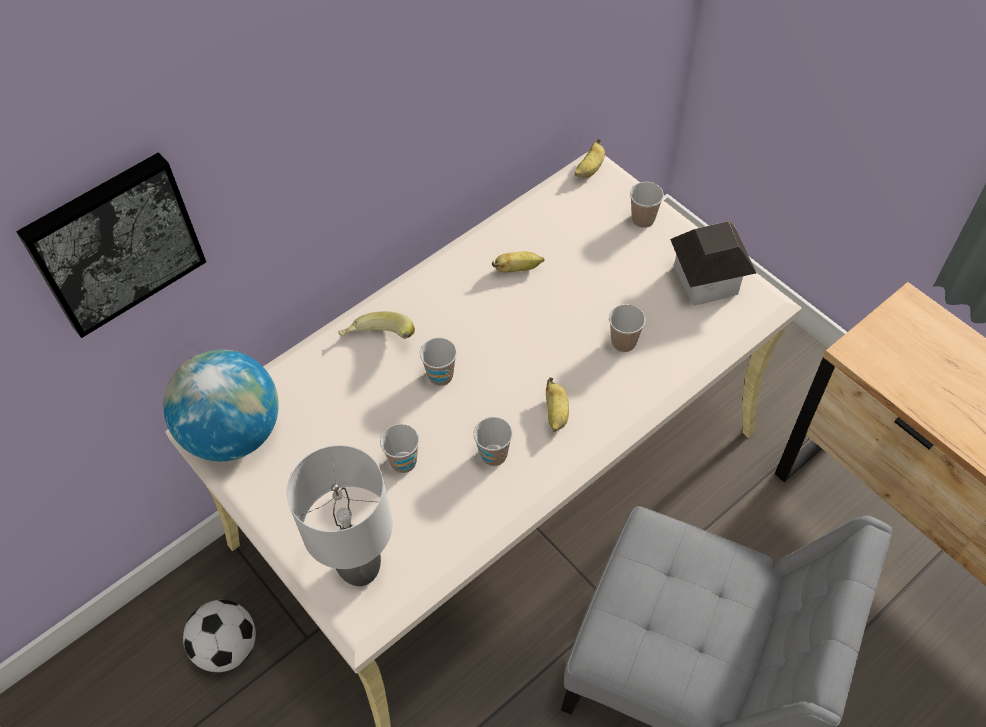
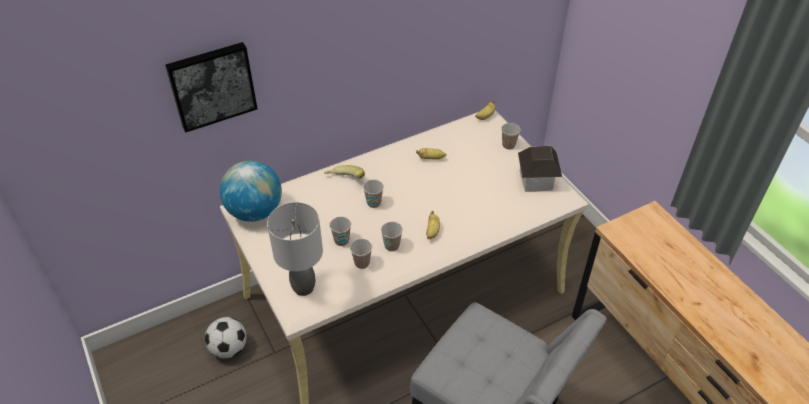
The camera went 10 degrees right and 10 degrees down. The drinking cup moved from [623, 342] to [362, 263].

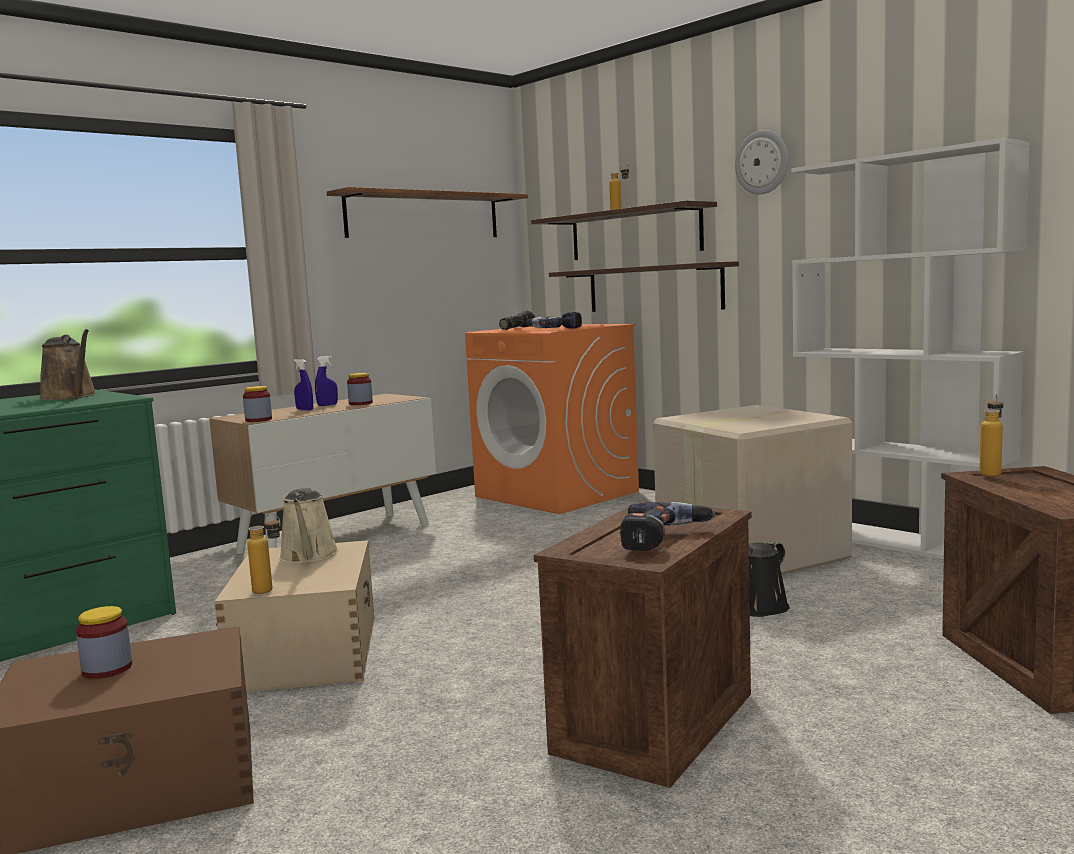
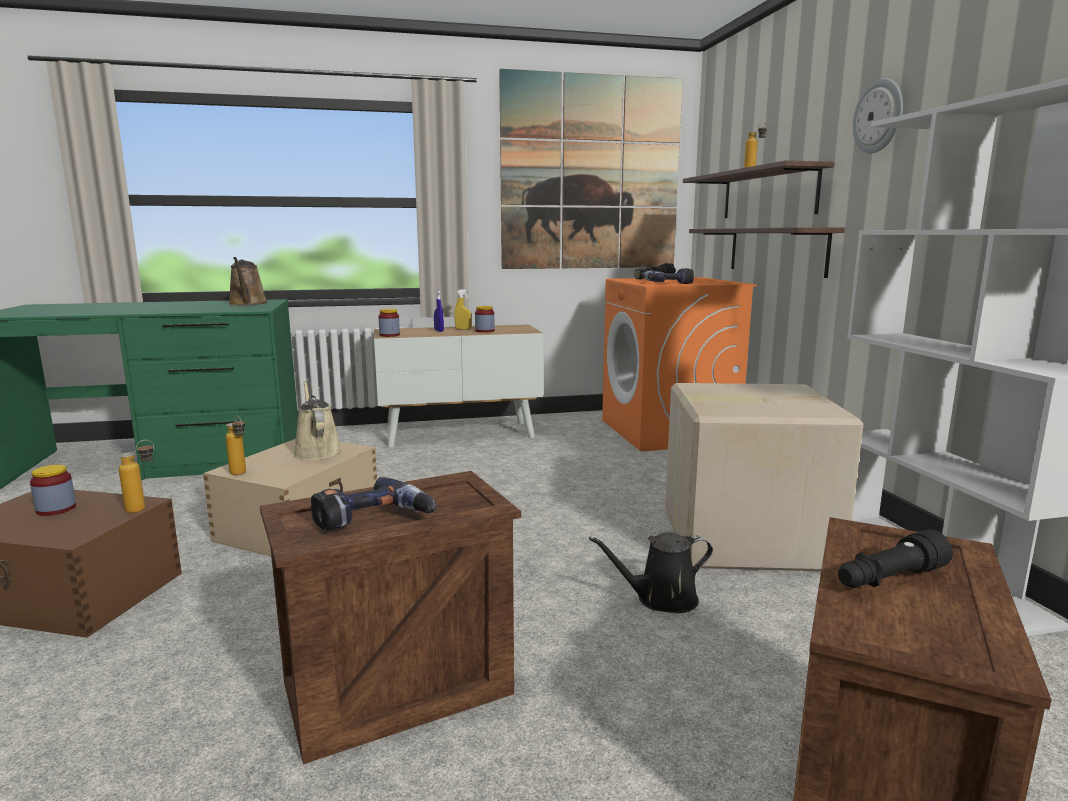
The camera went 30 degrees right and 5 degrees up. The blackish flashlight at [889, 579] appeared. The bottle moved from [991, 473] to [144, 509]. The shelf at [424, 216] was replaced by the picture at [591, 174]. The blue spray bottle at [327, 405] became the yellow-coloured spray bottle at [463, 329]. The beige watering can at [308, 556] turned 135 degrees clockwise.

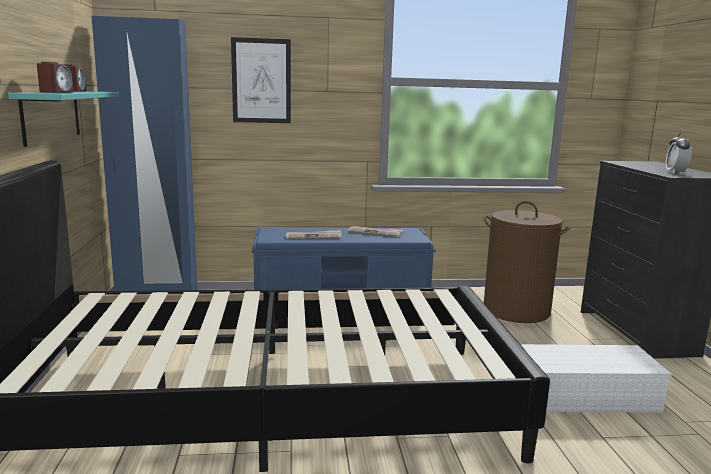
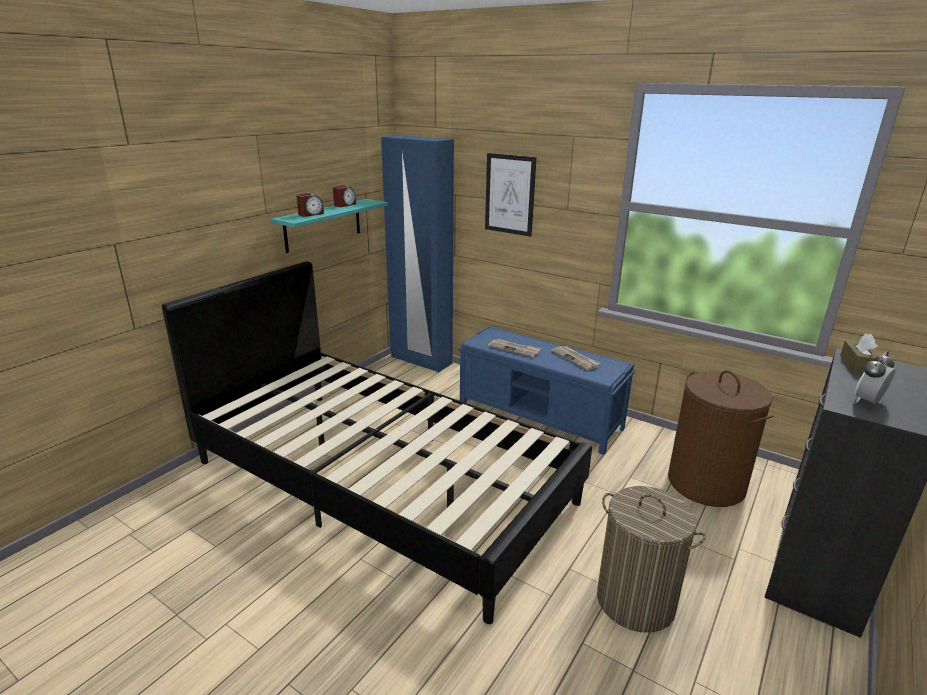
The camera went 40 degrees right and 10 degrees up. The brown-coloured tissue holder at [858, 365] appeared. The white storage container at [588, 395] was replaced by the laundry basket at [635, 601].

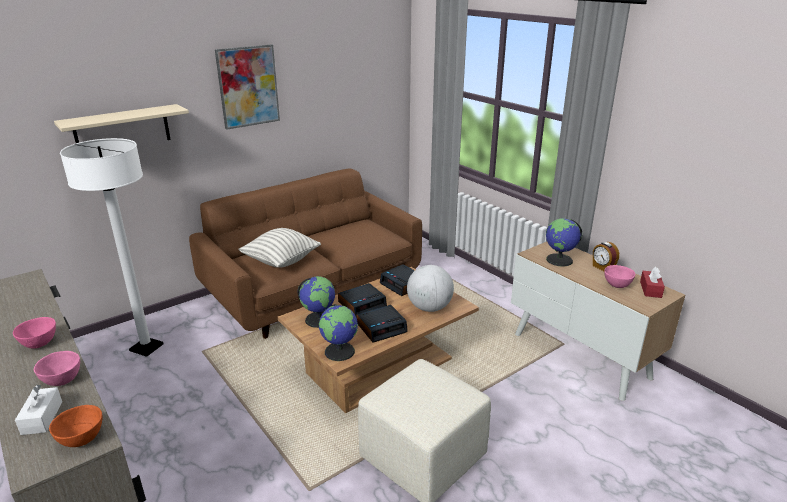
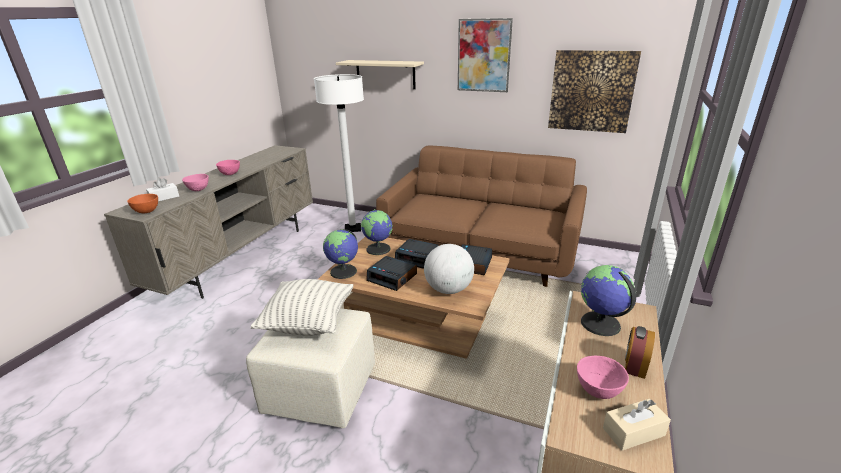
The camera went 60 degrees right and 0 degrees up. The picture at [591, 91] appeared. The pillow moved from [281, 261] to [308, 323]. The red-coloured tissue holder at [650, 289] became the beige tissue holder at [633, 431].

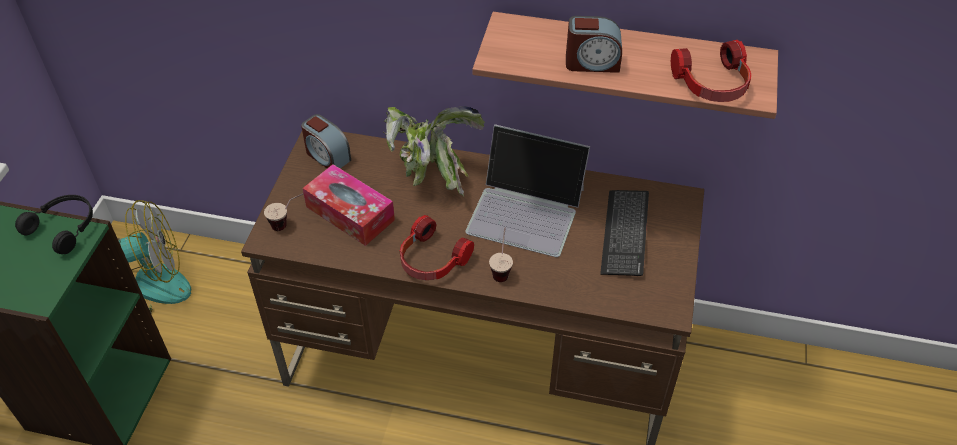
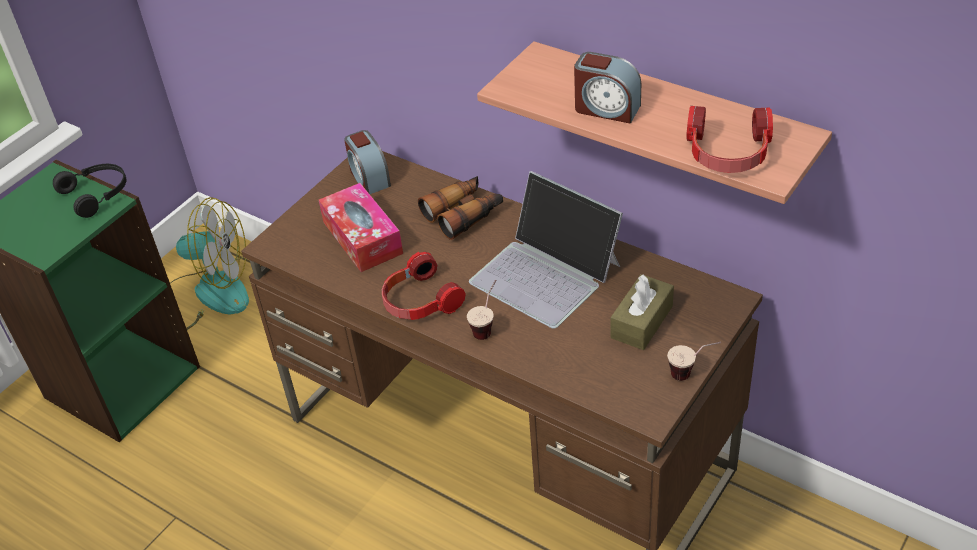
The camera went 25 degrees right and 5 degrees down. The drinking cup moved from [288, 223] to [692, 374]. The plant in a pot at [430, 172] was replaced by the field glasses at [464, 214]. The keyboard at [624, 234] was replaced by the brown-coloured tissue holder at [641, 322].

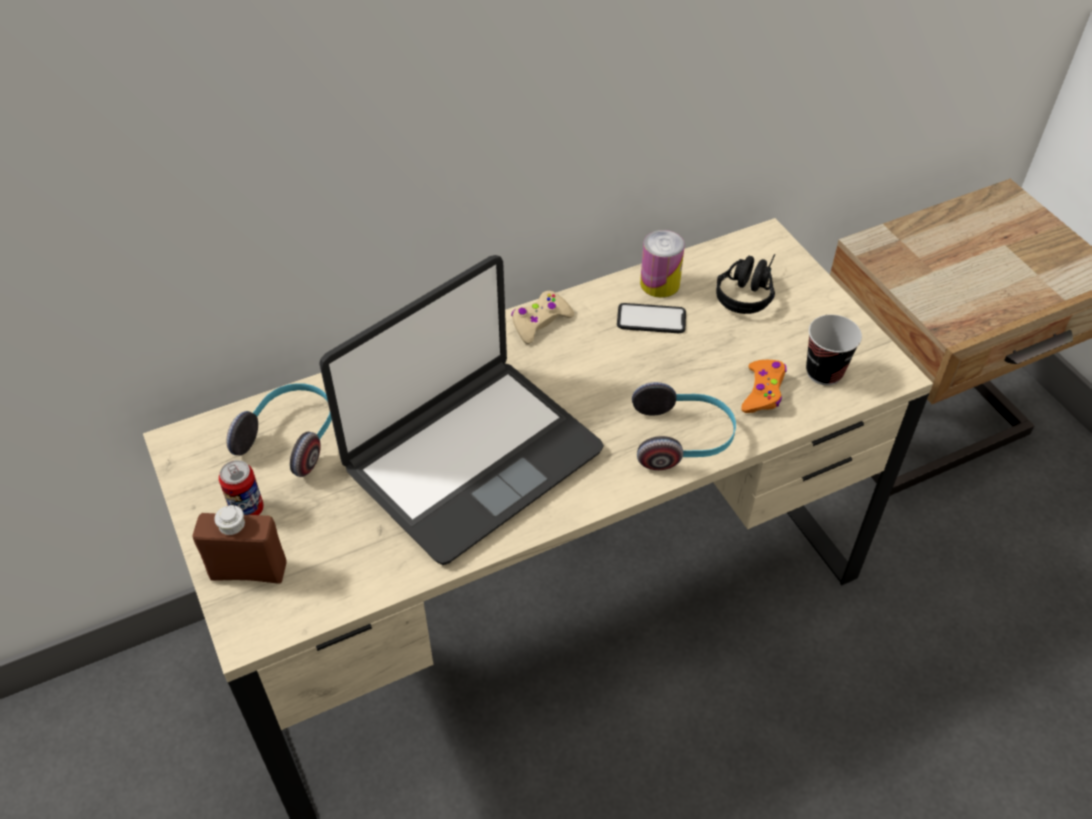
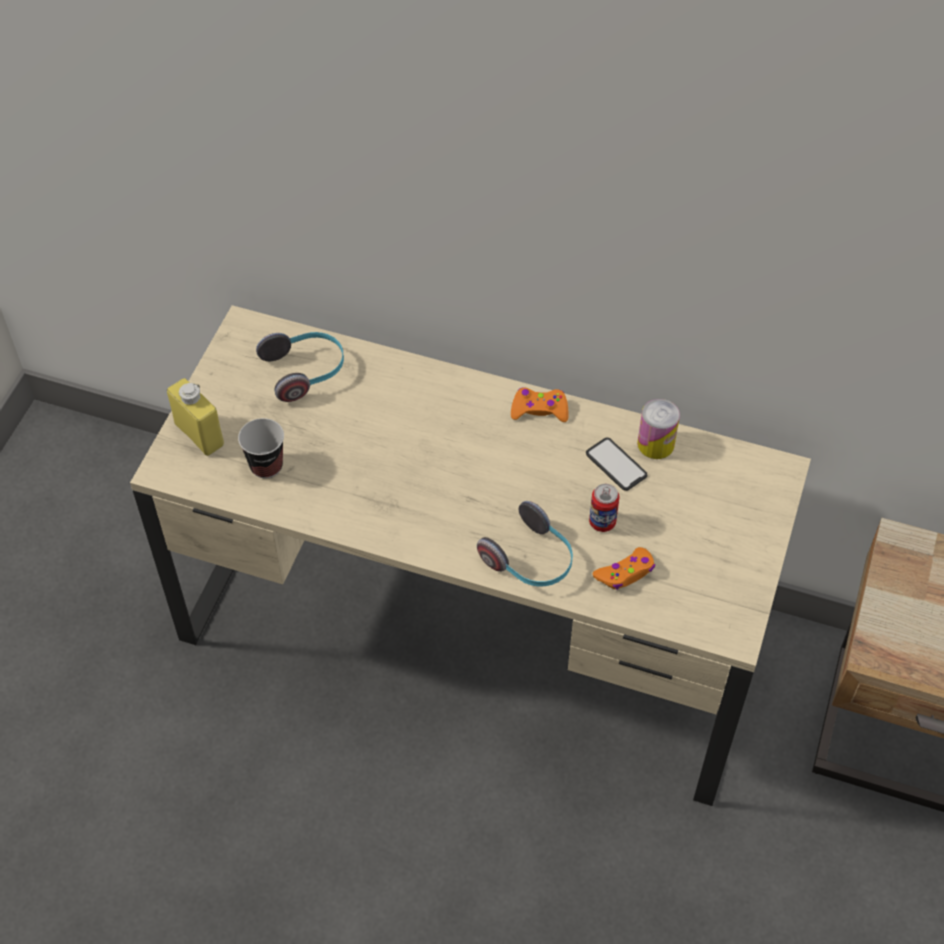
The camera went 45 degrees right and 5 degrees up. The notebook computer at [471, 458] disappeared. The blackish pair of headphones at [747, 290] disappeared. The sealed can moved from [247, 509] to [602, 522]. The drinking cup moved from [824, 372] to [266, 466]. The brown-coloured bottle at [248, 570] became the yellow-coloured bottle at [199, 435]. The beige joypad at [540, 322] became the orangey joypad at [539, 410].

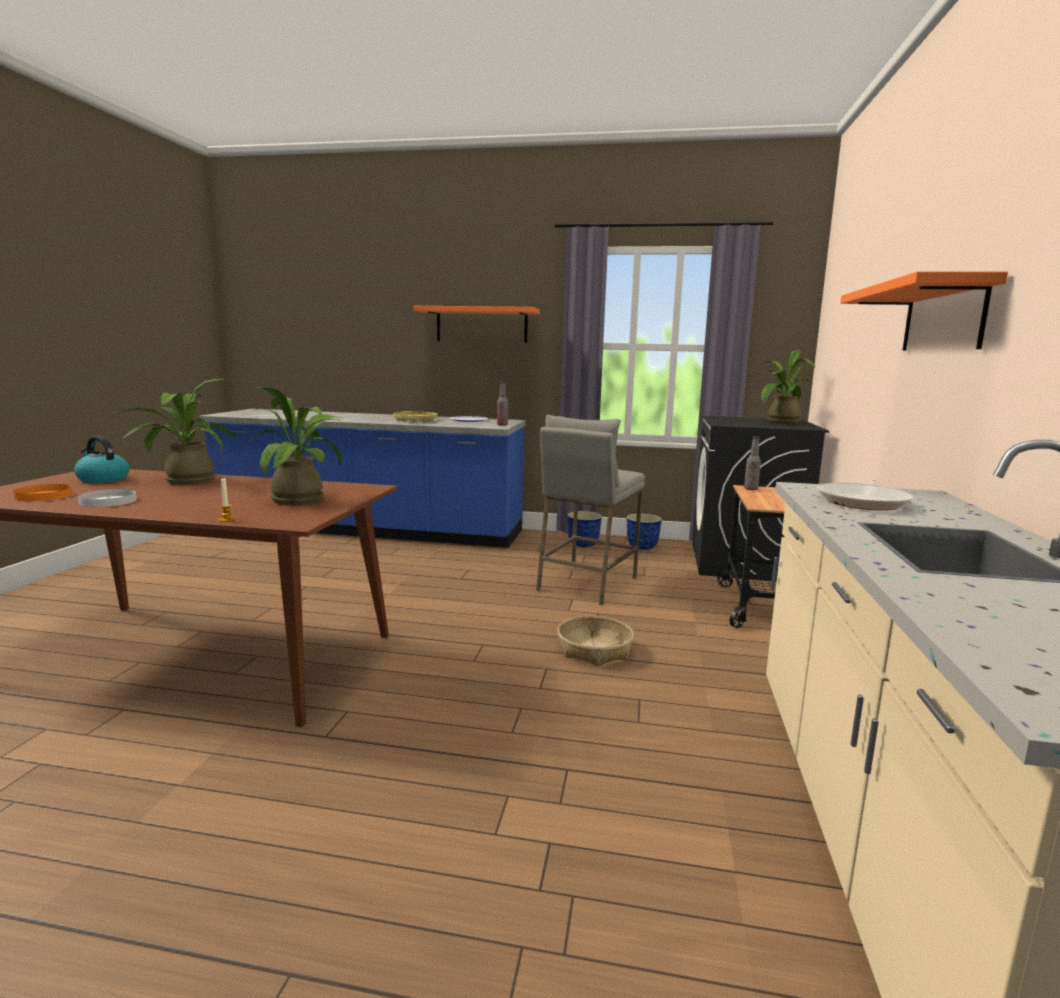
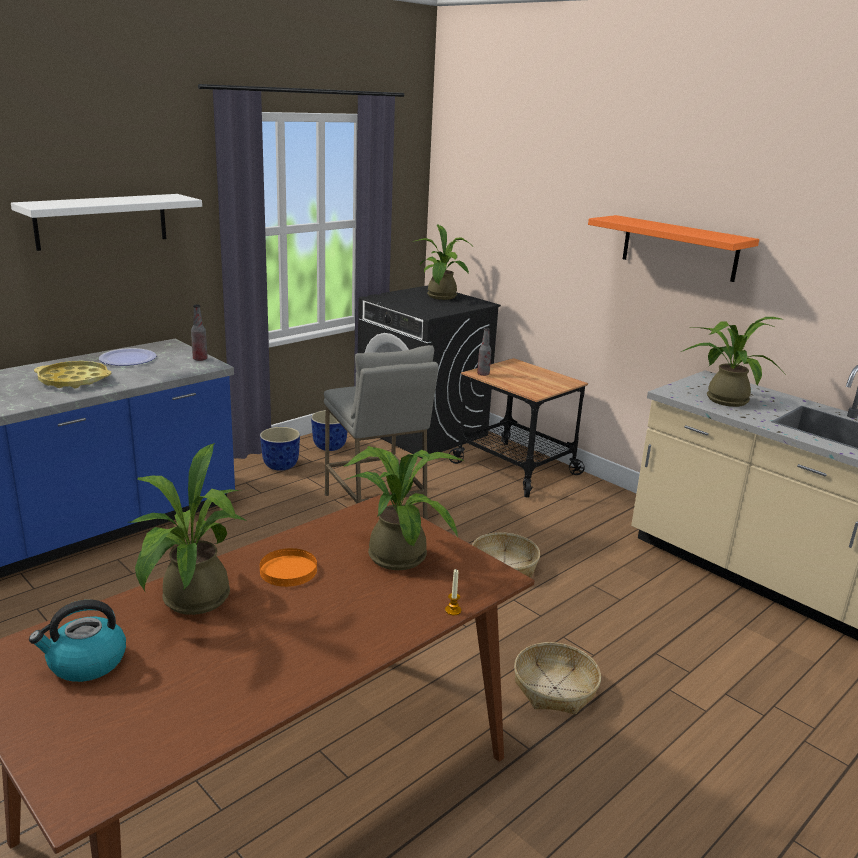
The camera went 55 degrees left and 10 degrees up. The white plate at [108, 501] disappeared. The storage basket at [555, 688] appeared. The orangey plate moved from [43, 495] to [288, 570]. The skillet at [863, 502] was replaced by the plant in a pot at [723, 398]. The orangey shelf at [481, 325] became the white shelf at [102, 221].

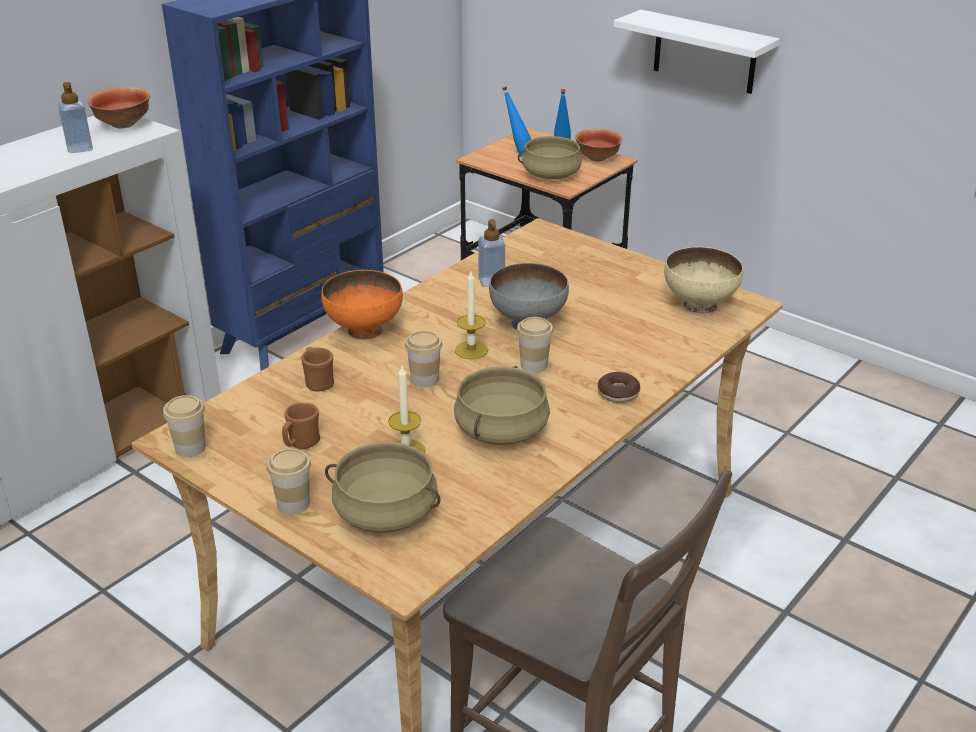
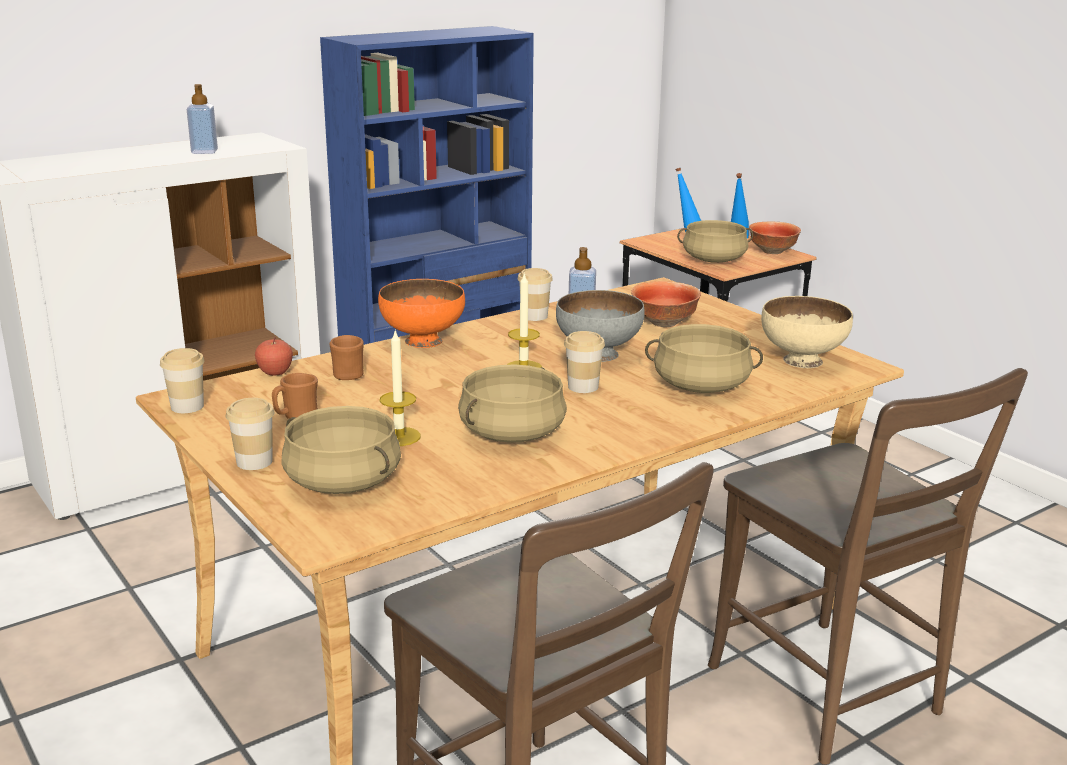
The camera went 15 degrees right and 10 degrees down. The donut at [618, 393] disappeared. The white shelf at [704, 52] disappeared. The apple at [275, 372] appeared. The beige cooking pot at [701, 386] appeared. The brown-coloured chair at [832, 696] appeared. The bowl moved from [124, 125] to [665, 323]. The drinking cup moved from [424, 379] to [534, 316].

